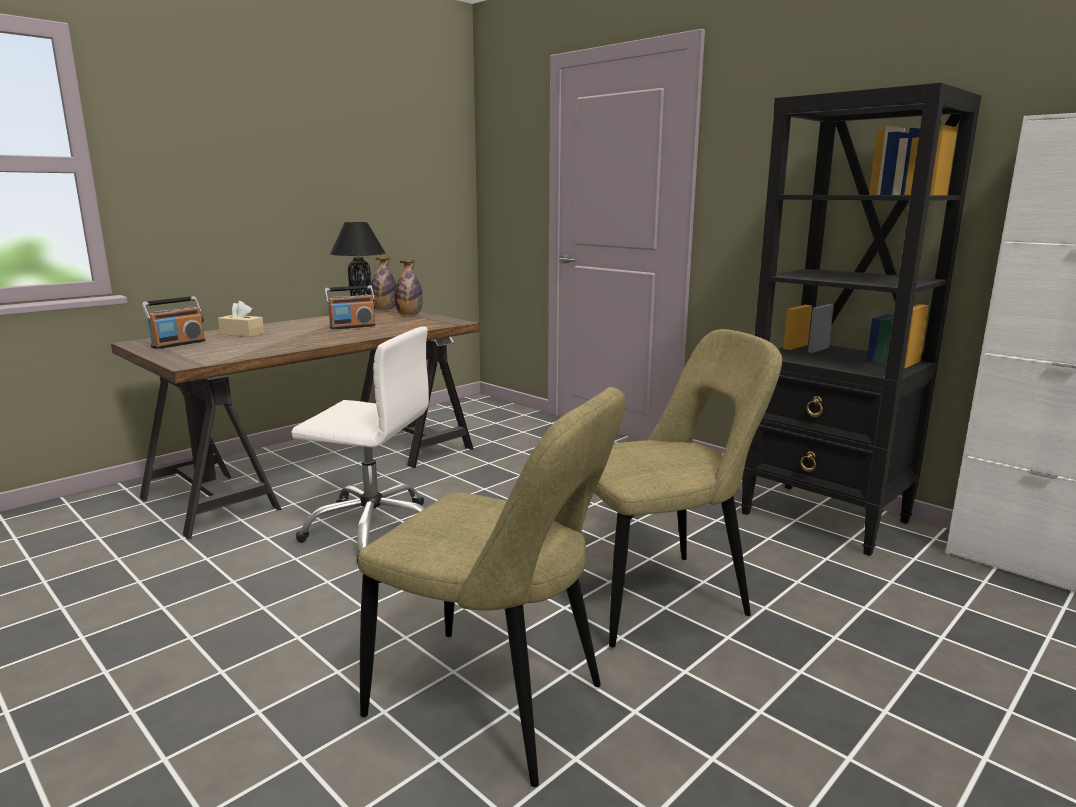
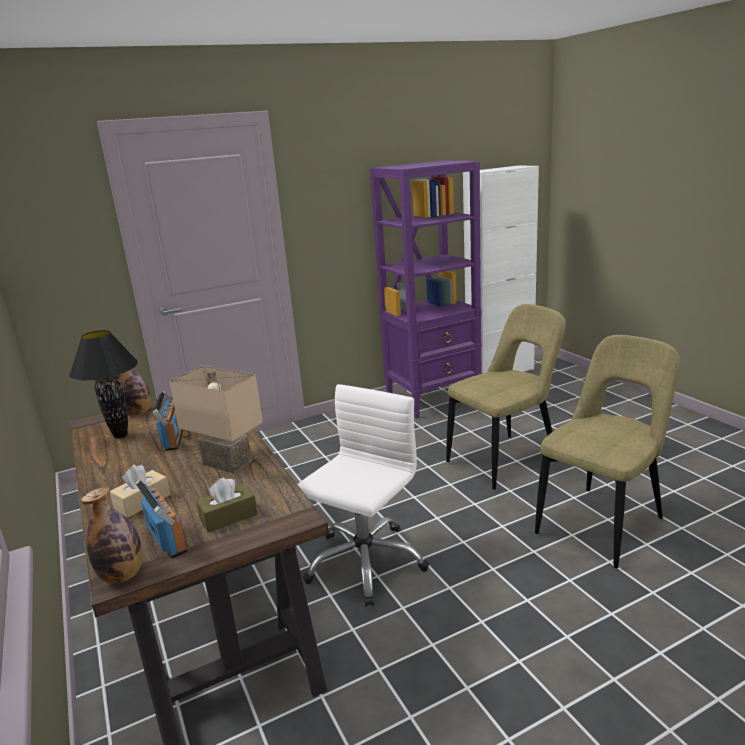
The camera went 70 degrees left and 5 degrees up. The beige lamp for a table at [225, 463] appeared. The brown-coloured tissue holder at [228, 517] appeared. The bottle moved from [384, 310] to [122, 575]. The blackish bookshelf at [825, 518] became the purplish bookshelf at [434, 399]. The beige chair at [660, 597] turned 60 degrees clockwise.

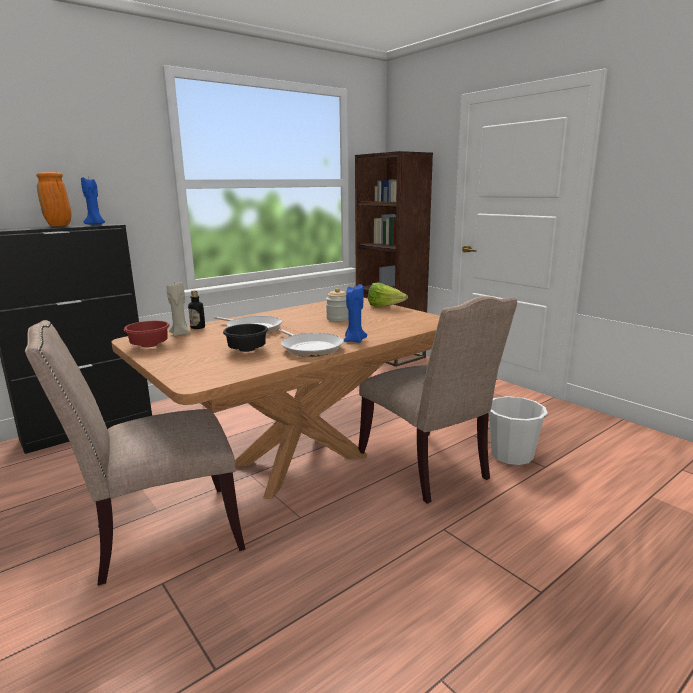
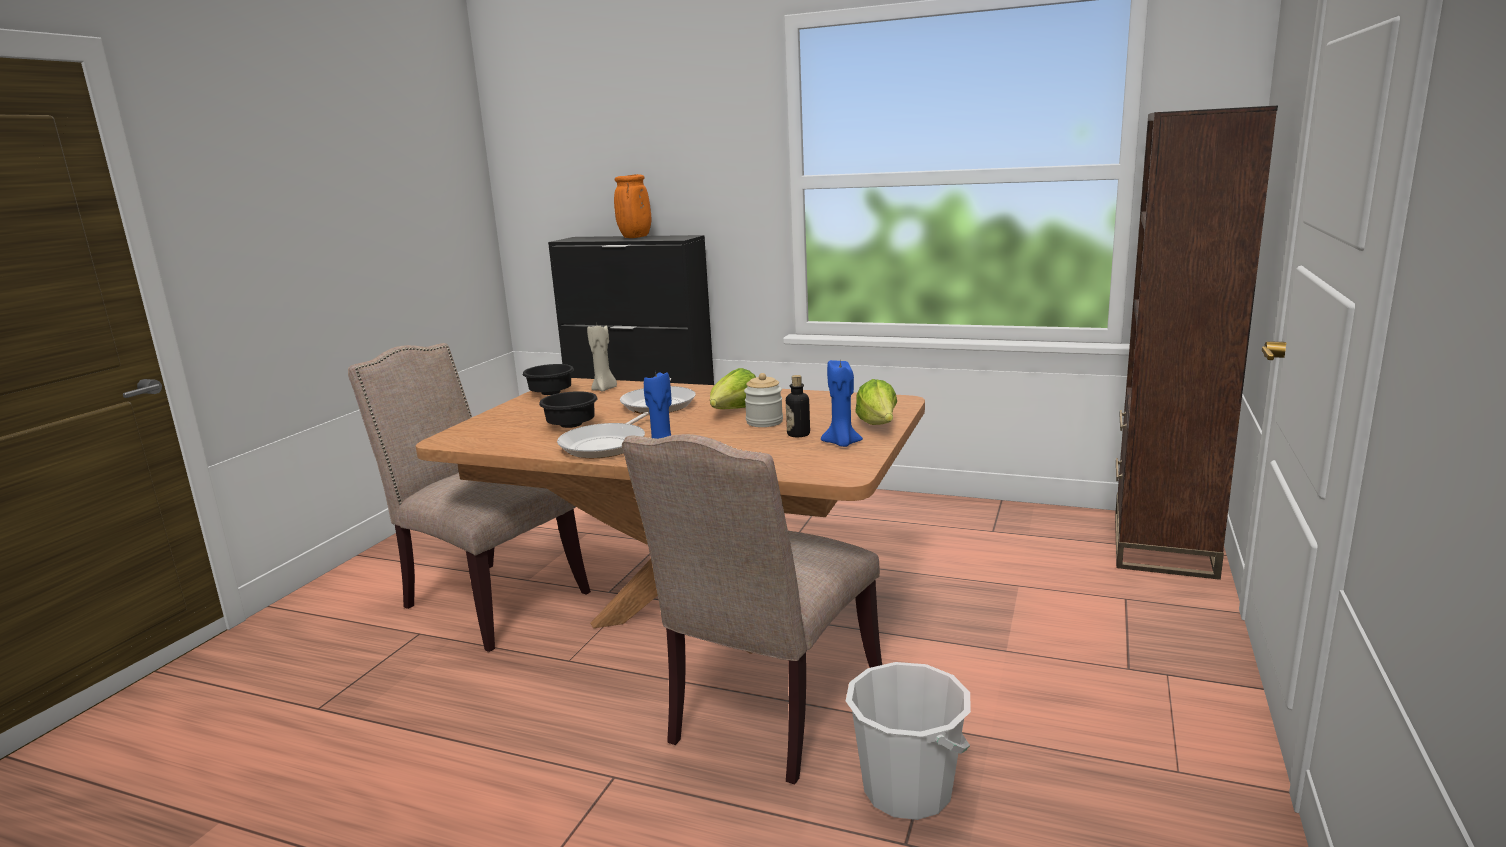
The camera went 60 degrees right and 0 degrees up. The lettuce at [734, 411] appeared. The blue wax light moved from [95, 224] to [842, 444]. The bottle moved from [198, 327] to [798, 434]. The red-coloured bowl at [148, 345] became the blackish bowl at [551, 393].

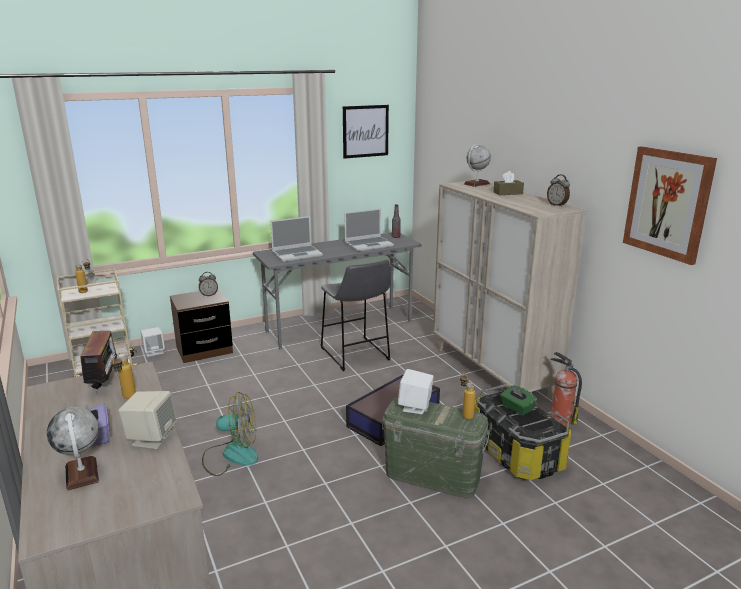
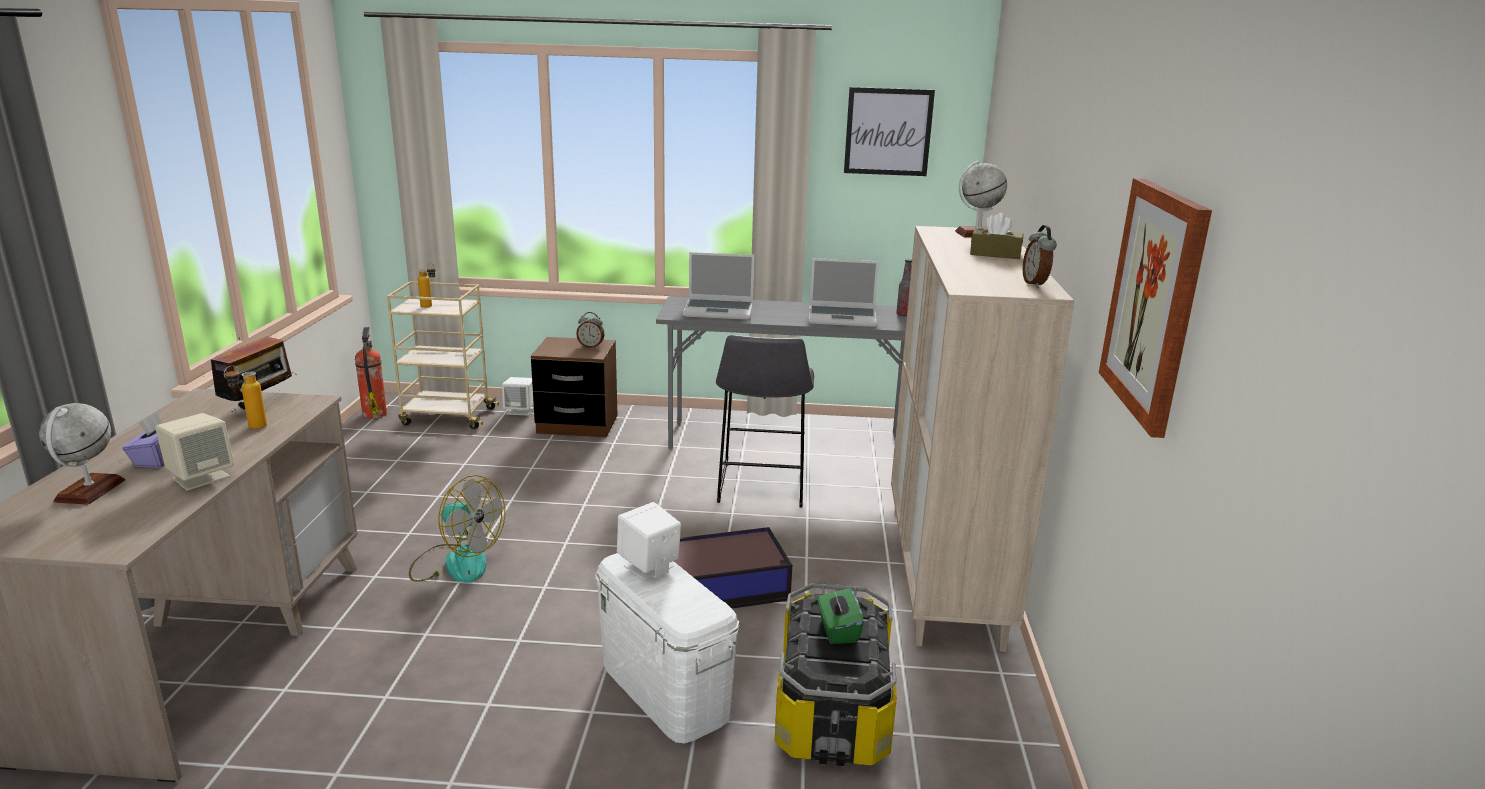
The camera went 30 degrees right and 0 degrees up. The bottle at [465, 414] disappeared. The fire-fighting cylinder moved from [559, 423] to [375, 413]. The greenish storage container at [433, 476] became the white storage container at [665, 690].

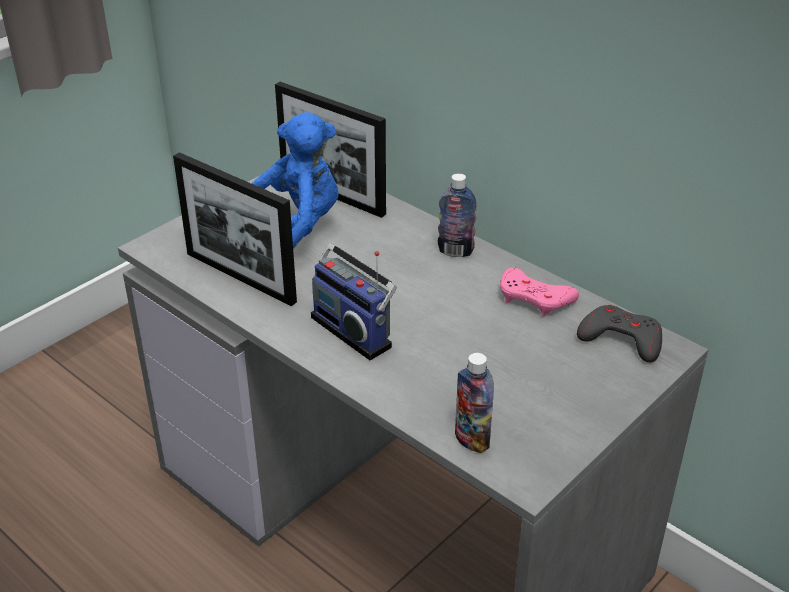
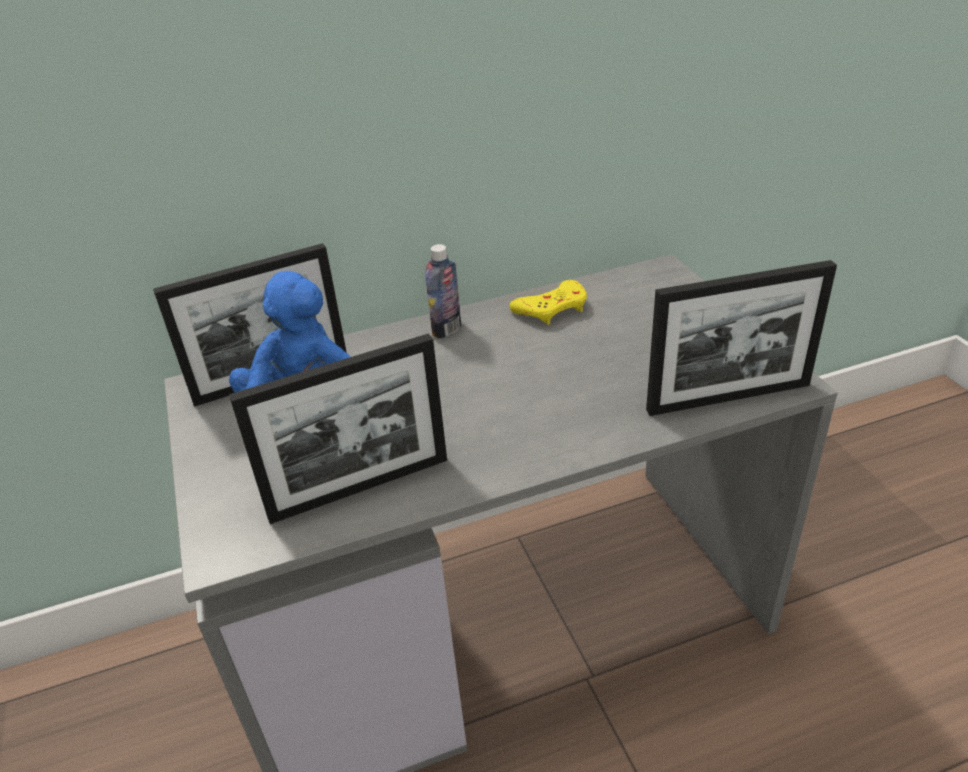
The camera went 60 degrees left and 0 degrees up. The radio at [355, 330] disappeared. The gray joypad at [621, 339] disappeared. The bottle at [472, 440] was replaced by the standing frame at [728, 397]. The pink-coloured joypad at [535, 298] became the yellow-coloured joypad at [552, 308].

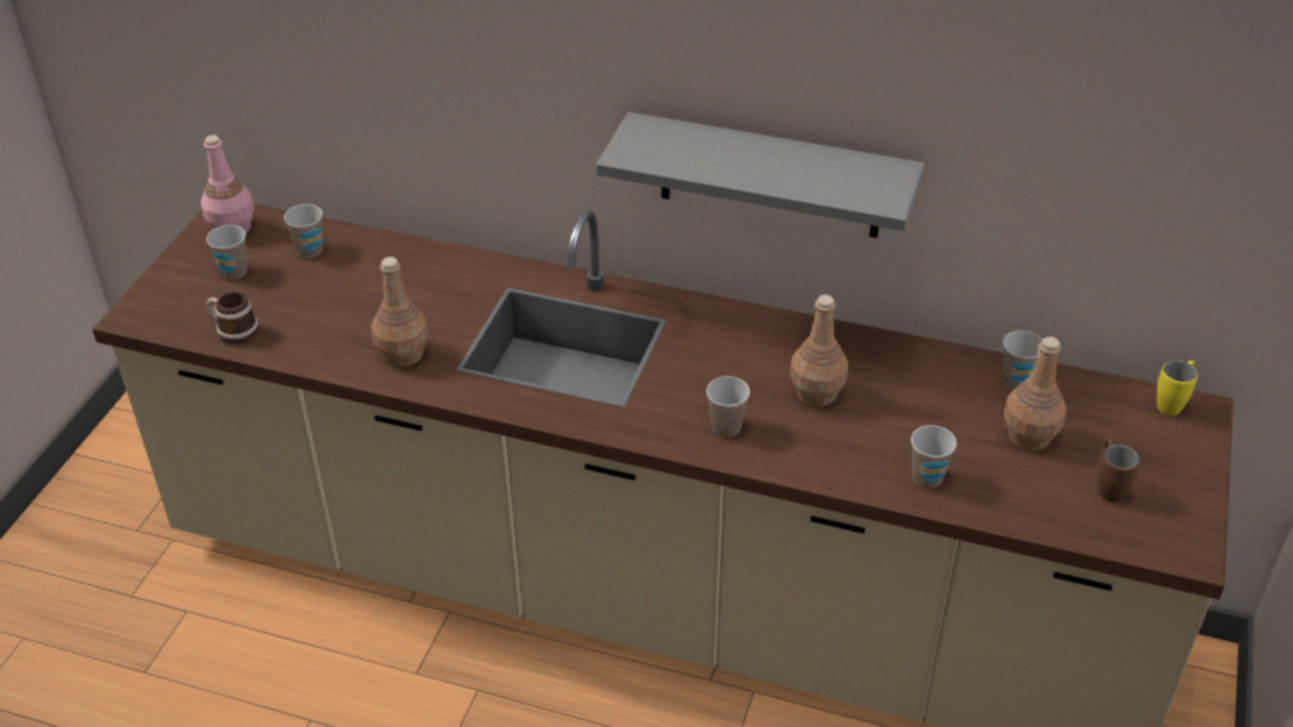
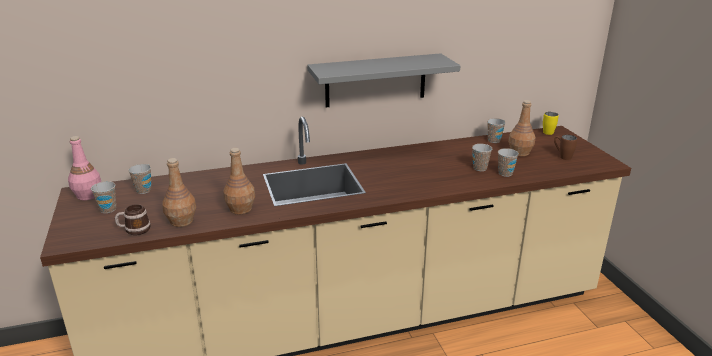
The camera went 35 degrees left and 15 degrees down. The drinking cup moved from [726, 427] to [480, 168]. The brown-coloured bottle moved from [817, 393] to [182, 221].

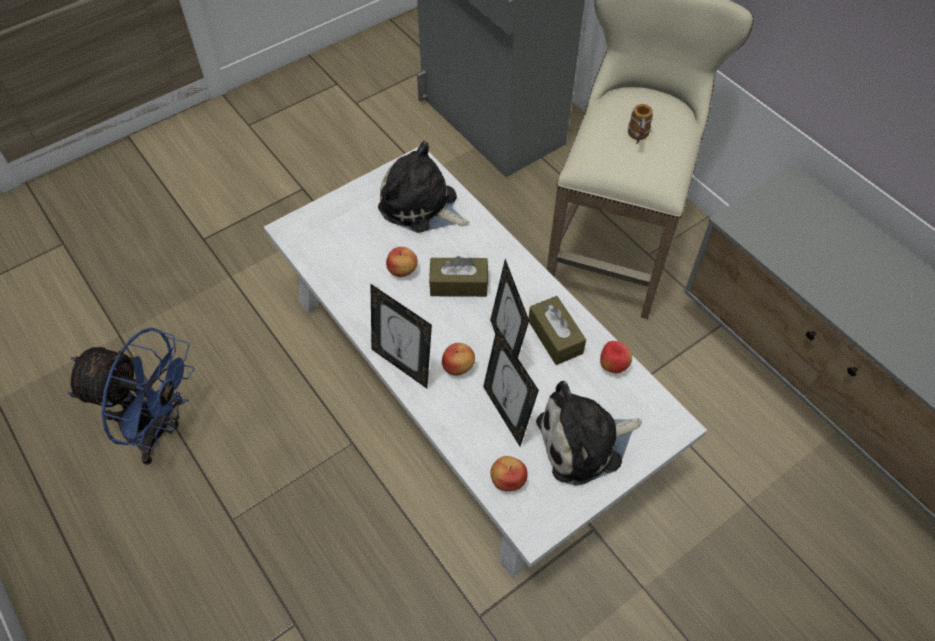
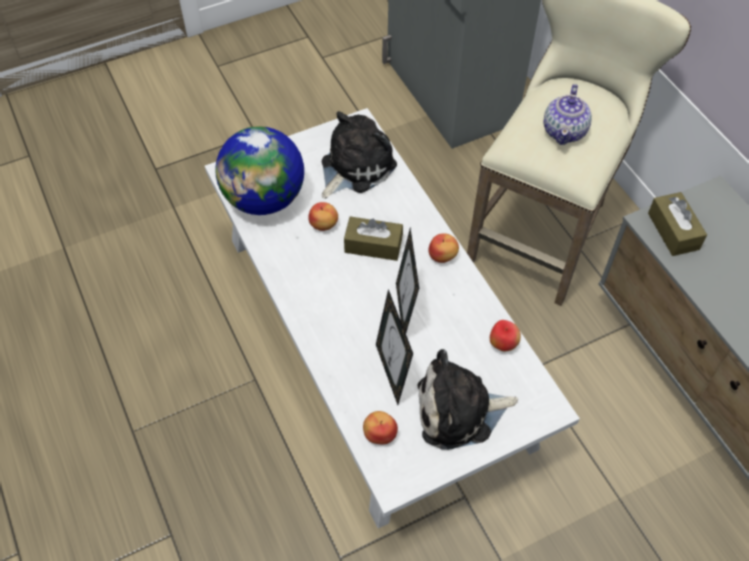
The camera went 10 degrees right and 0 degrees up. The blue fan at [159, 429] disappeared. The standing frame at [403, 364] disappeared. The globe at [265, 199] appeared. The apple moved from [458, 367] to [442, 256]. The brown-coloured tissue holder moved from [555, 337] to [673, 231]. The tea mug at [637, 140] was replaced by the teapot at [565, 131]. The plush toy at [421, 206] turned 90 degrees clockwise.

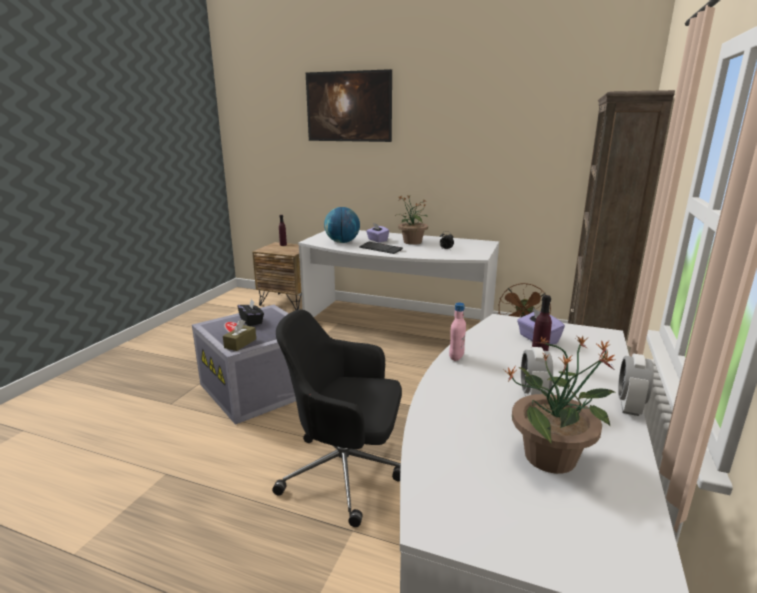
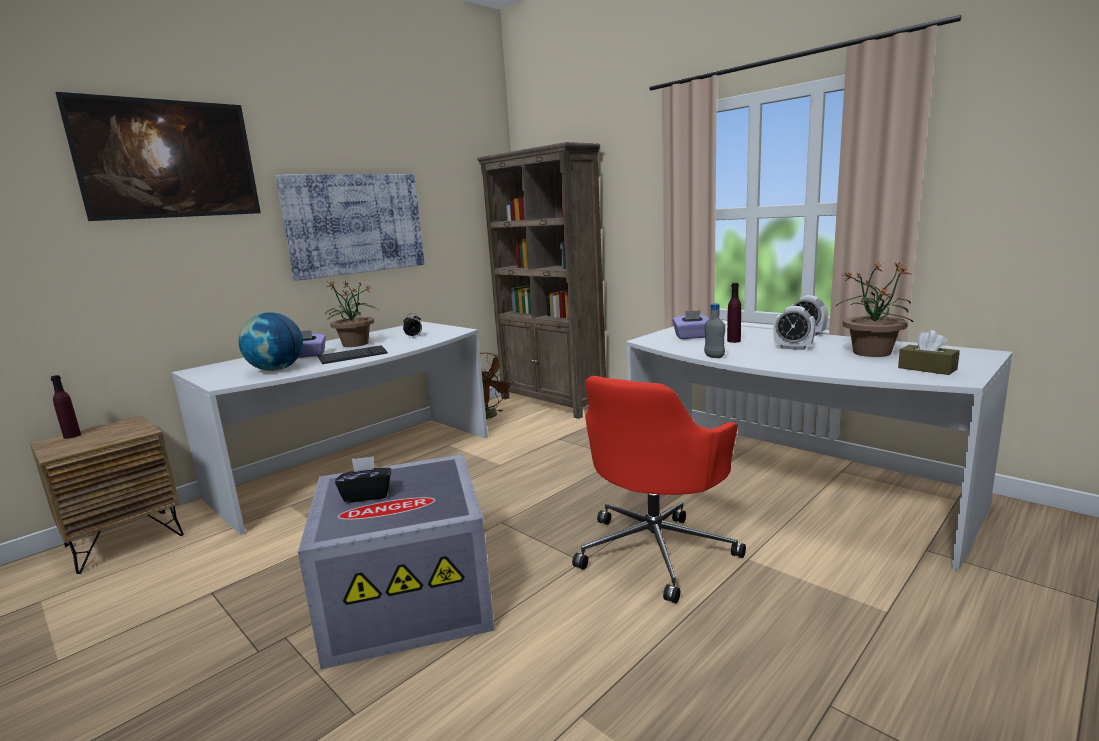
The camera went 65 degrees left and 5 degrees down. The picture at [354, 224] appeared. The brown-coloured tissue holder moved from [240, 343] to [927, 368]. The blackish office chair at [345, 472] became the red-coloured office chair at [656, 550]. The pink-coloured bottle at [456, 357] became the gray bottle at [714, 356].

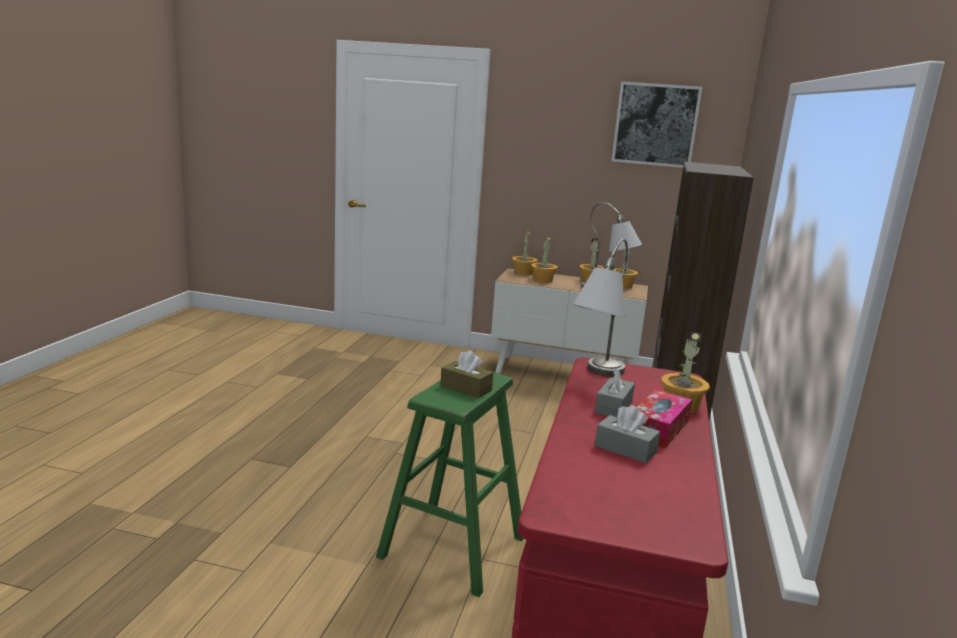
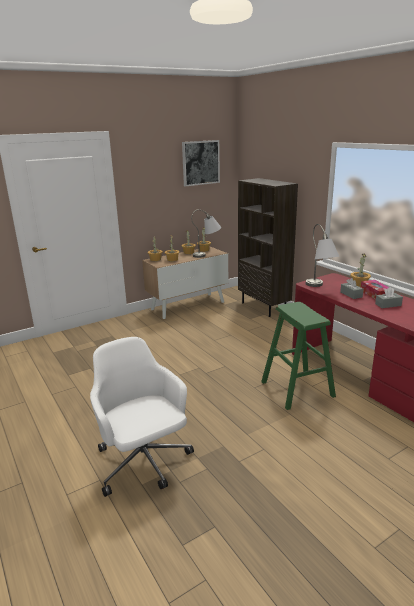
The camera went 45 degrees left and 5 degrees up. The brown-coloured tissue holder at [466, 388] disappeared. The white office chair at [143, 462] appeared.

